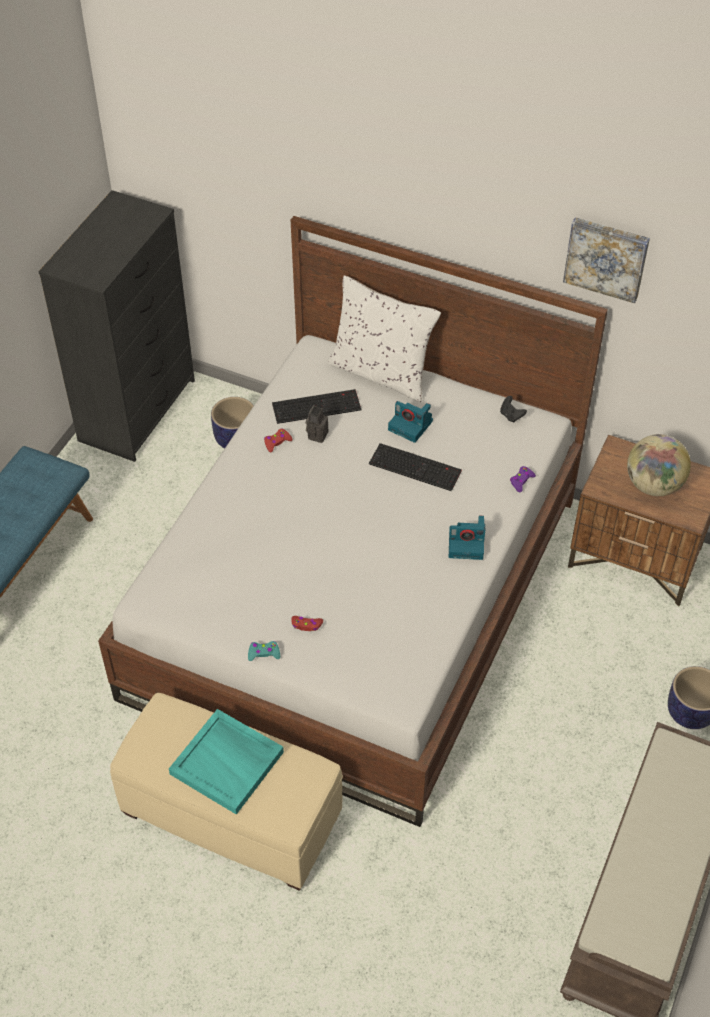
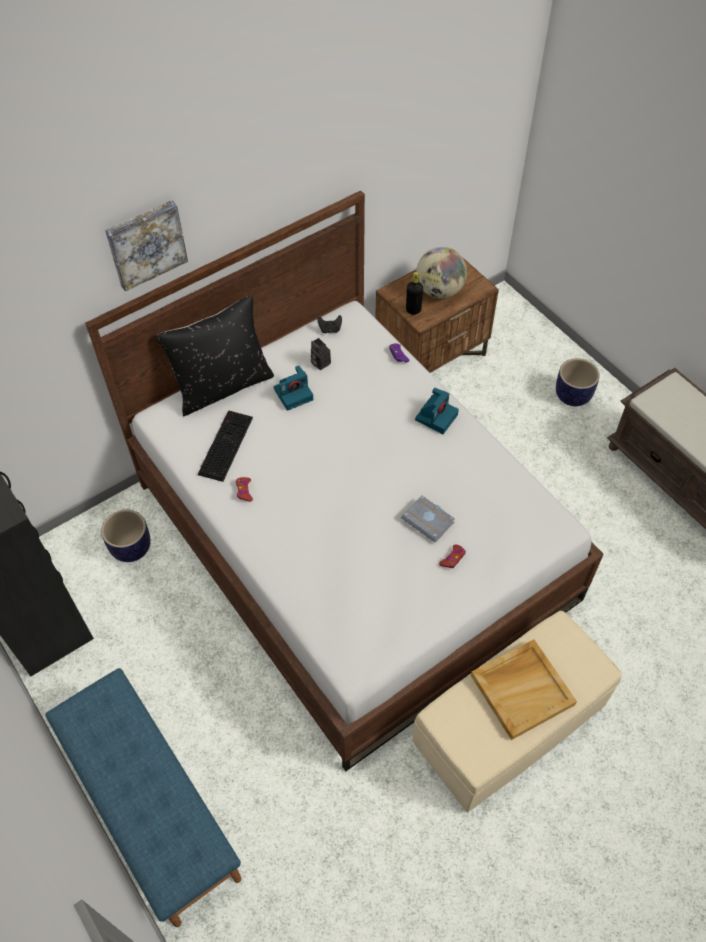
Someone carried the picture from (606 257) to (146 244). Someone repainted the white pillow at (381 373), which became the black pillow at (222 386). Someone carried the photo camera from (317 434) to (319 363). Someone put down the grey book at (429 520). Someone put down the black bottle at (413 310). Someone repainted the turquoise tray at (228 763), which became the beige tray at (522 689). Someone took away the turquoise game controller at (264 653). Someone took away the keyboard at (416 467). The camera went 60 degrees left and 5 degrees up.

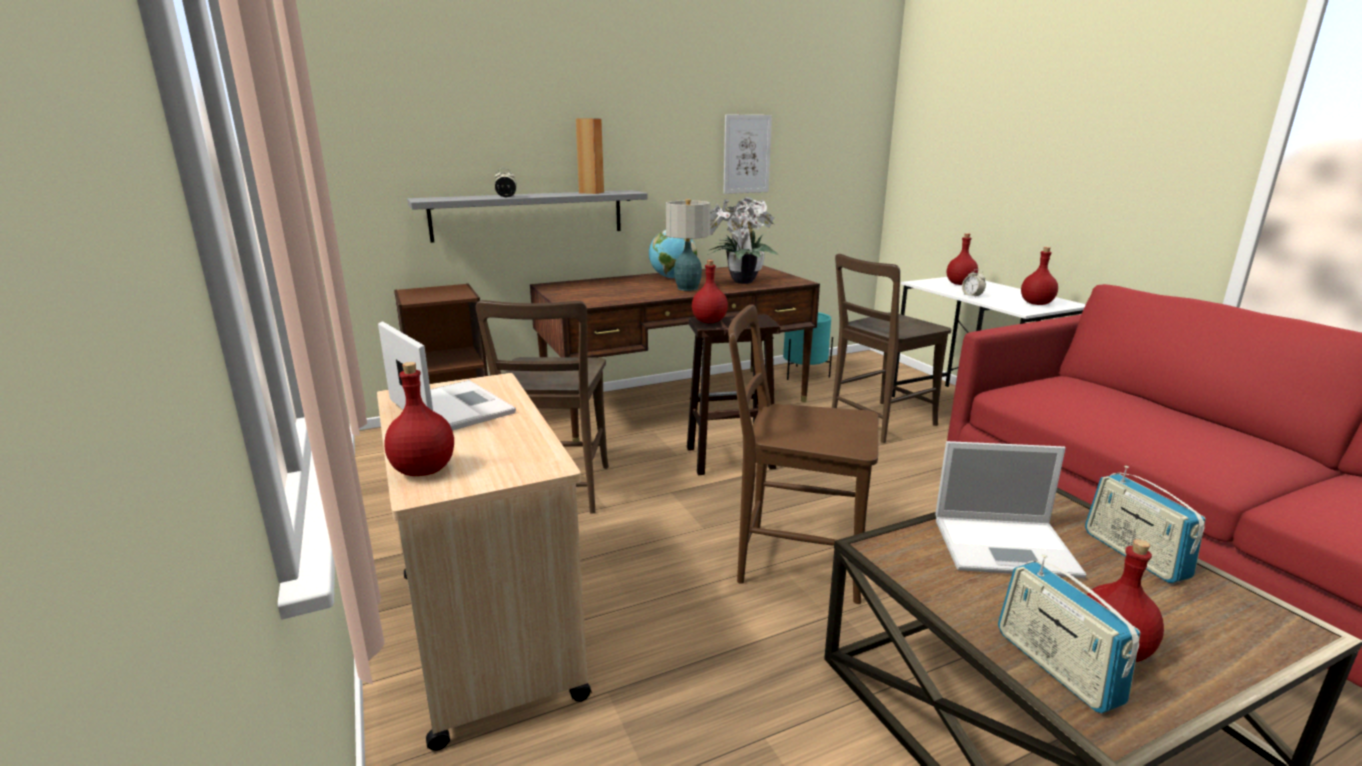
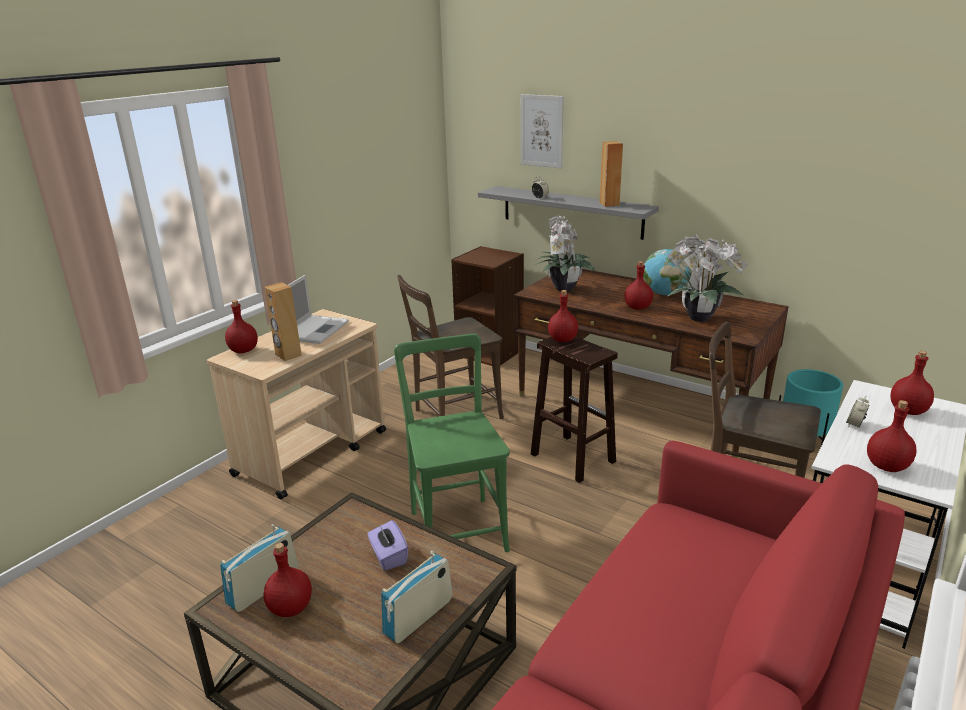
Someone put down the brown speaker at (288 355). Someone swapped the laptop at (1007 546) for the purple tissue box at (388 557). Someone repainted the brown chair at (793 560), which became the green chair at (456 527). Someone carried the picture from (746 154) to (542 131). Someone put down the potted plant at (563 289). Someone swapped the table lamp at (687 288) for the red bottle at (637 308). The camera went 60 degrees right and 5 degrees up.

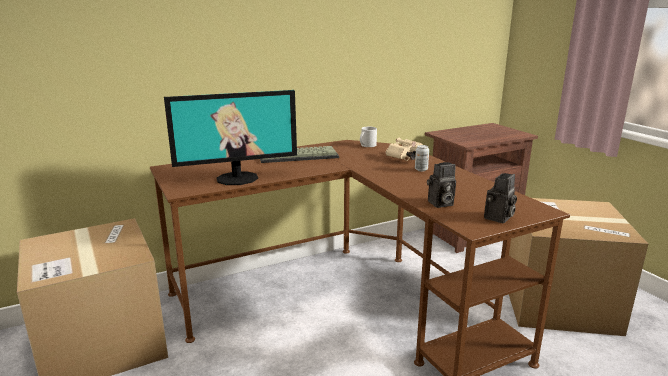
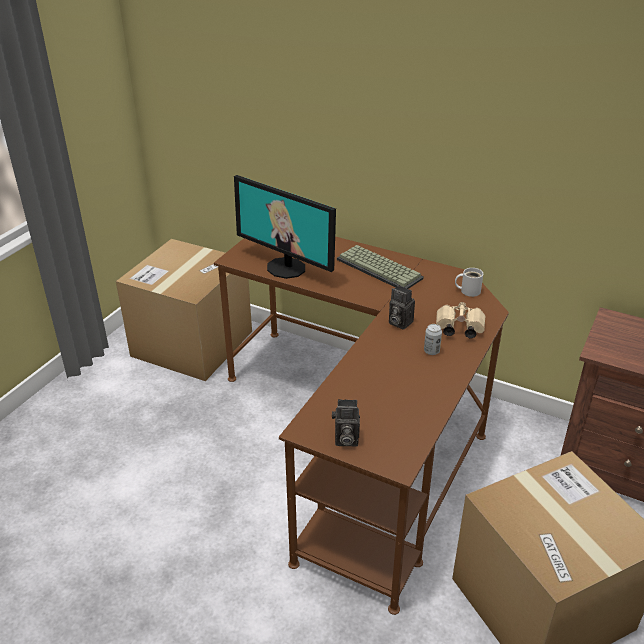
Someone carried the photo camera from (440 204) to (399 322). The camera went 55 degrees right and 15 degrees up.

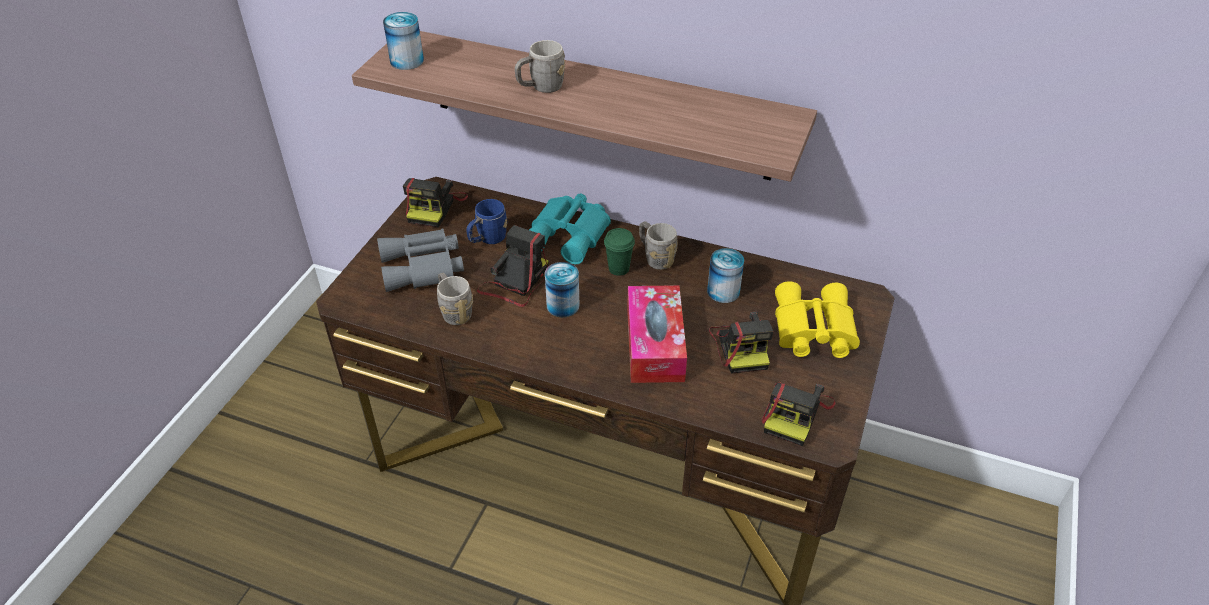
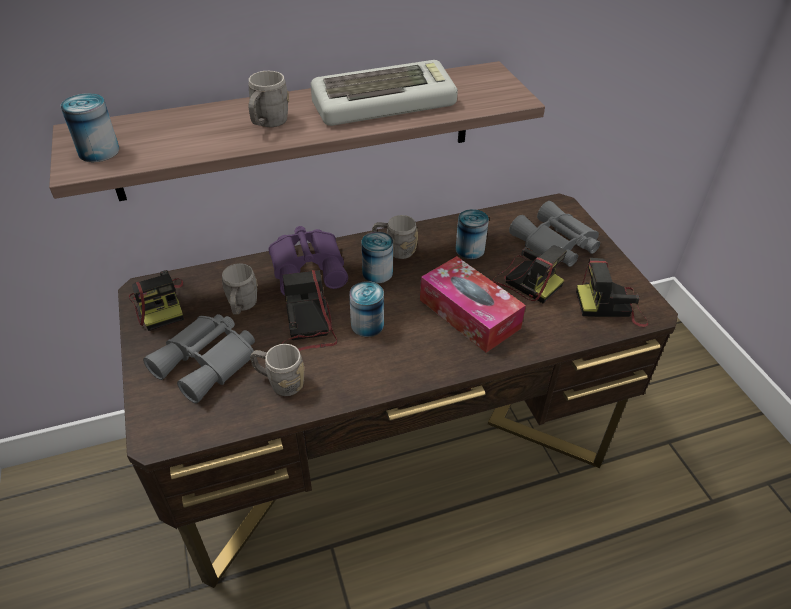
Someone repainted the blue mug at (487 239), which became the grey mug at (242 306). Someone repainted the turquoise binoculars at (570 235), which became the purple binoculars at (309 267). Someone put down the keyboard at (384 103). Someone swapped the green cup at (619 268) for the can at (377 273). Someone repainted the yellow binoculars at (812 330), which became the grey binoculars at (554 244). Someone rotated the photo camera at (795 413) by 105 degrees clockwise. The camera went 40 degrees left and 0 degrees up.

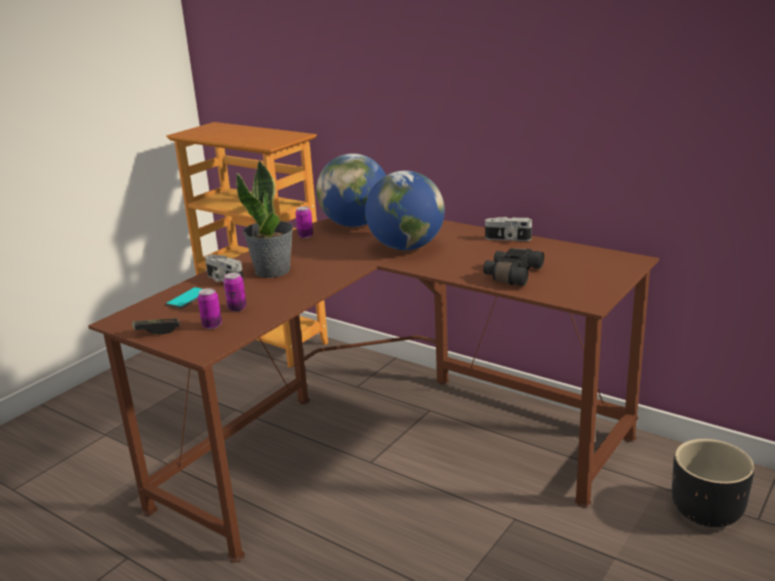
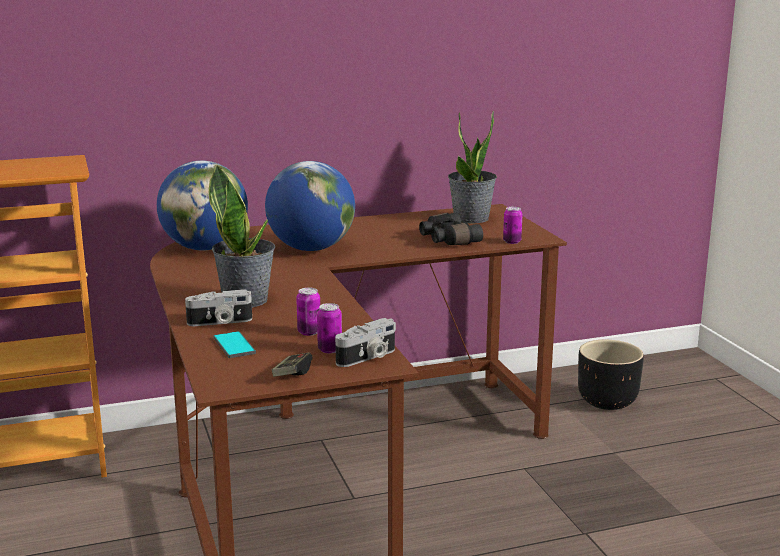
Someone carried the photo camera from (507 239) to (368 357). Someone put down the potted plant at (471 218). Someone carried the can from (305 236) to (512 241). The camera went 55 degrees left and 5 degrees down.

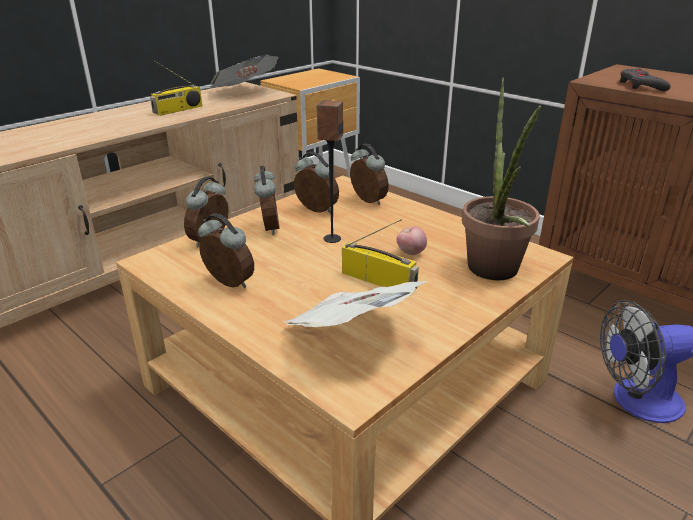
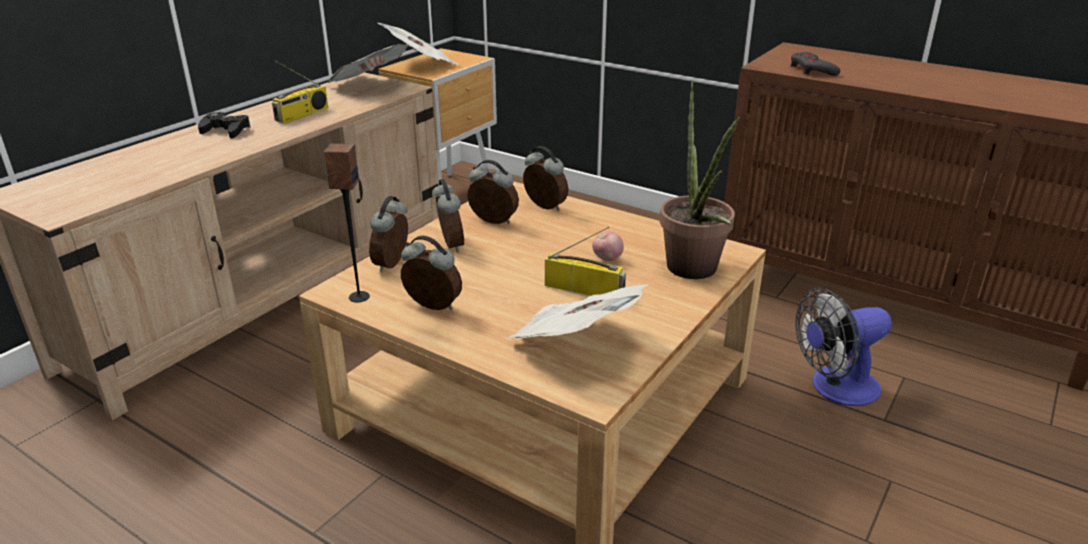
Someone put down the black game controller at (226 131). Someone carried the speaker from (331 238) to (358 297). Someone put down the newspaper at (421 65). The camera went 10 degrees left and 0 degrees up.

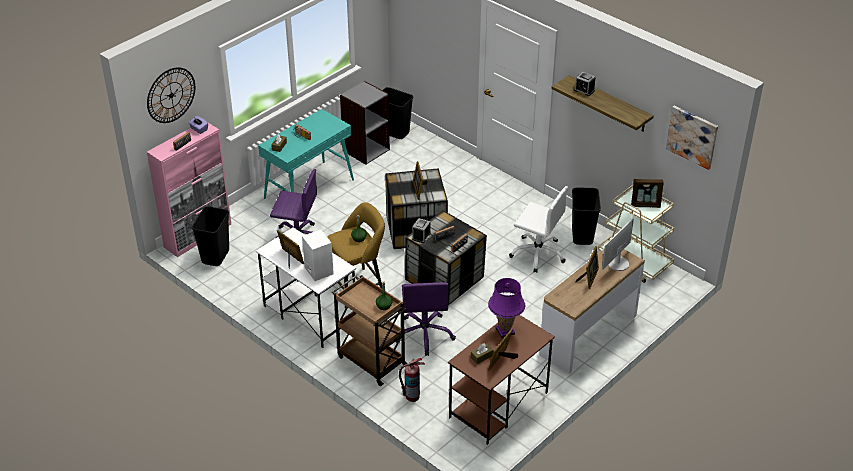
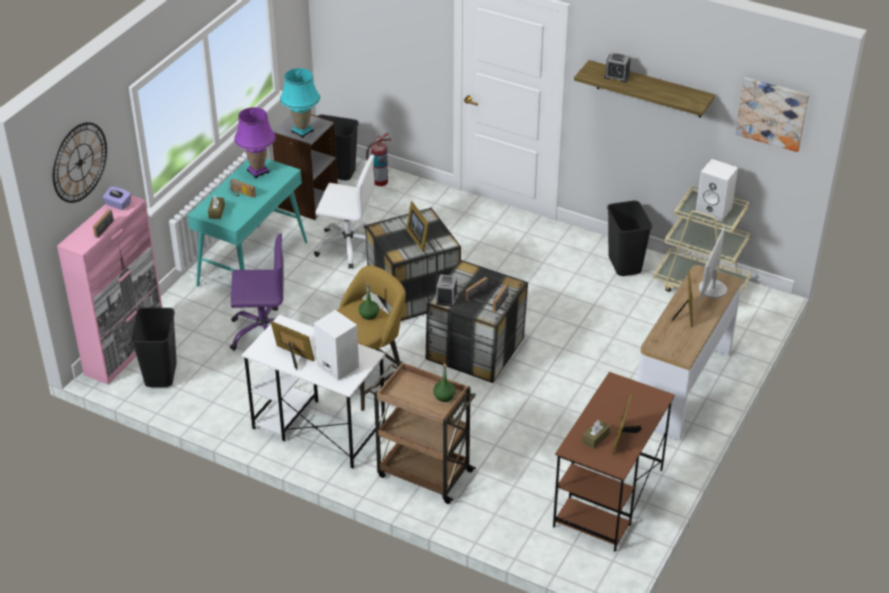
Someone carried the purple table lamp from (505 331) to (258 171). Someone put down the turquoise table lamp at (302 131). Someone carried the white office chair from (538 253) to (349 246). Someone carried the fire extinguisher from (412 396) to (380 181). Someone swapped the picture frame at (645 204) for the white speaker at (714 210). Someone took away the purple office chair at (425 334). The camera went 15 degrees left and 0 degrees up.

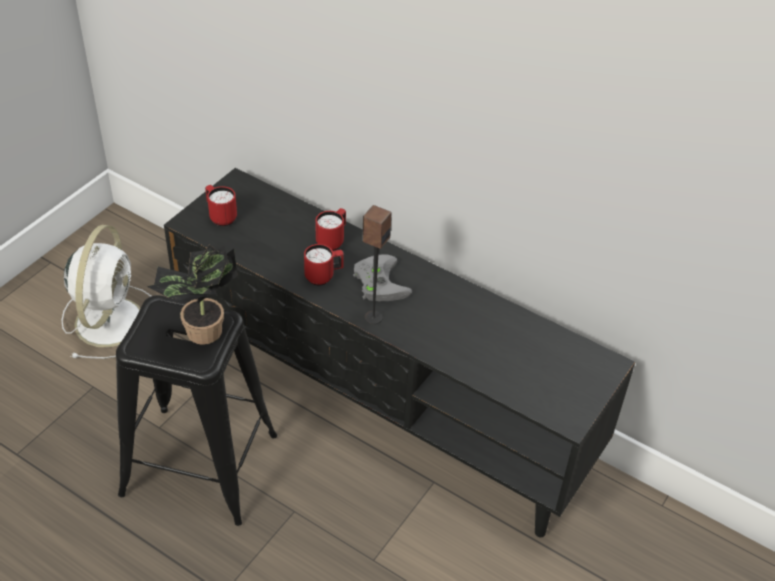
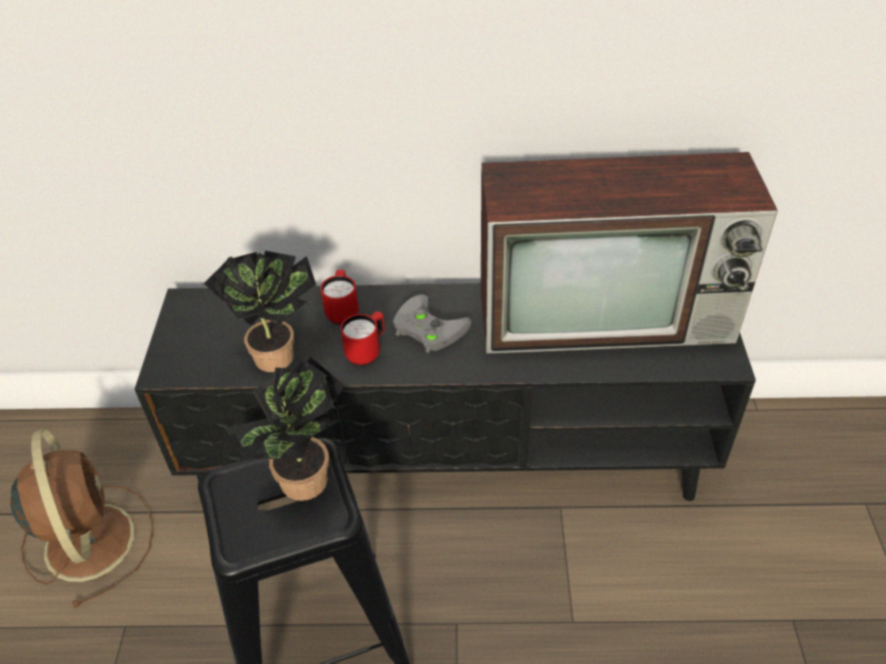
Someone repainted the white fan at (110 319), which became the brown fan at (89 538). Someone put down the potted plant at (279 354). Someone put down the television at (608 316). Someone took away the red mug at (220 216). Someone took away the speaker at (373 317). The camera went 30 degrees left and 0 degrees up.

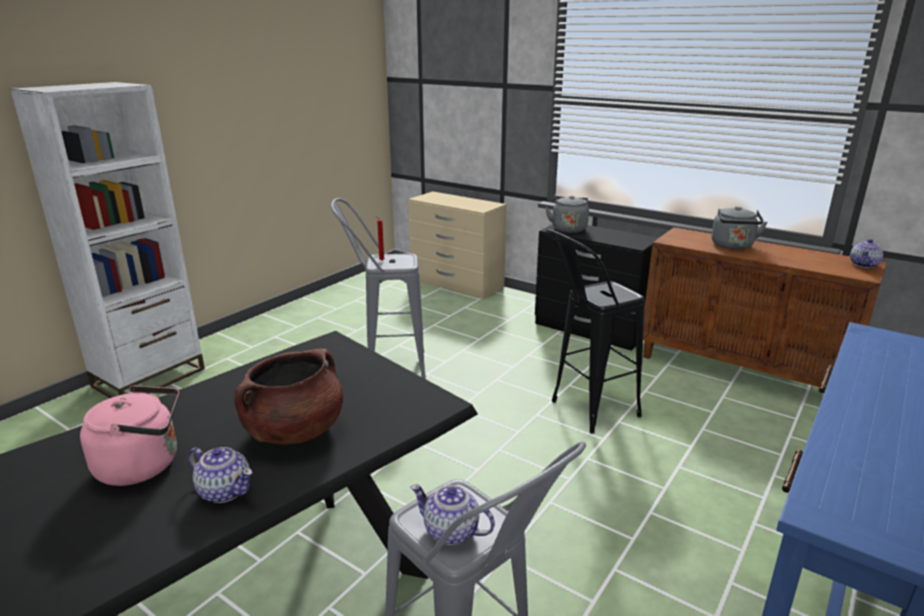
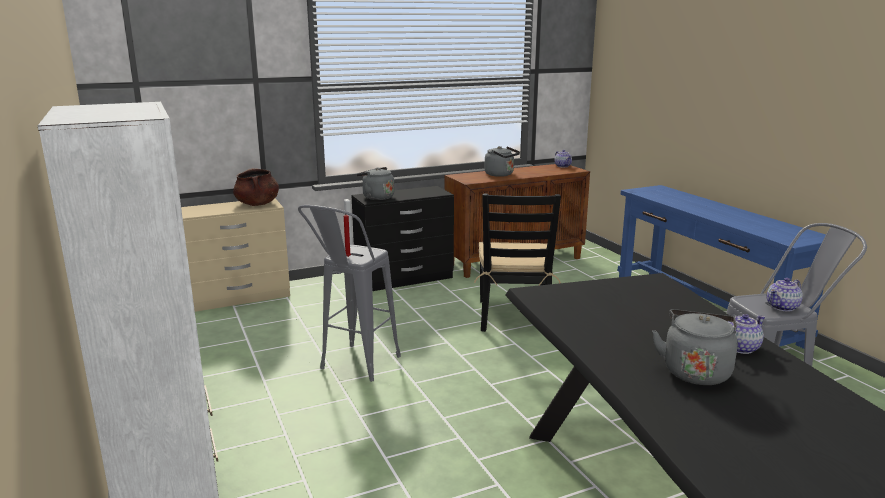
Someone carried the brown cooking pot from (294 431) to (257 204). Someone swapped the black stool at (584 412) for the black chair at (514 316). Someone repainted the pink kettle at (144 465), which became the grey kettle at (695 371). The camera went 60 degrees left and 5 degrees down.

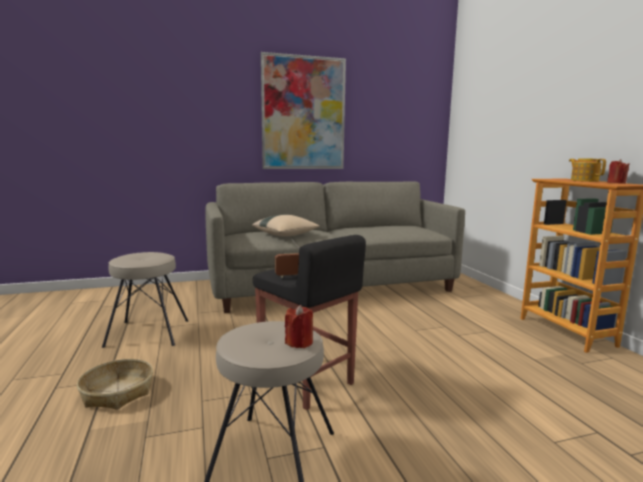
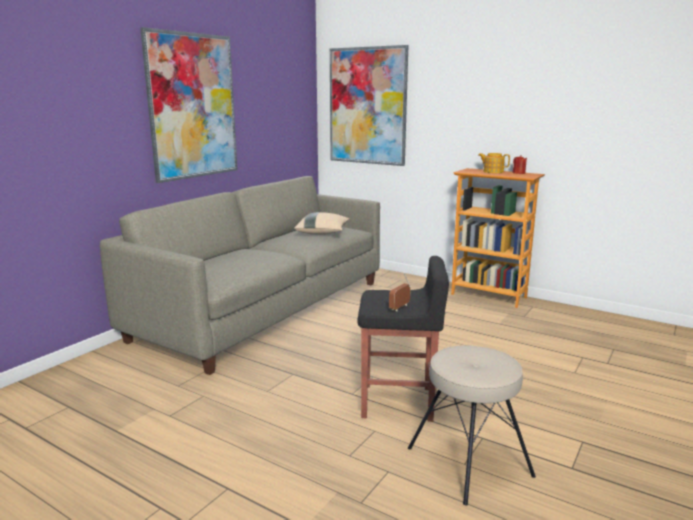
Someone carried the beige pillow from (286 235) to (323 233). Someone put up the picture at (367 106). Someone took away the basket at (117 392). Someone took away the beige stool at (148 332). Someone took away the red candle at (299 342). The camera went 40 degrees left and 5 degrees up.

